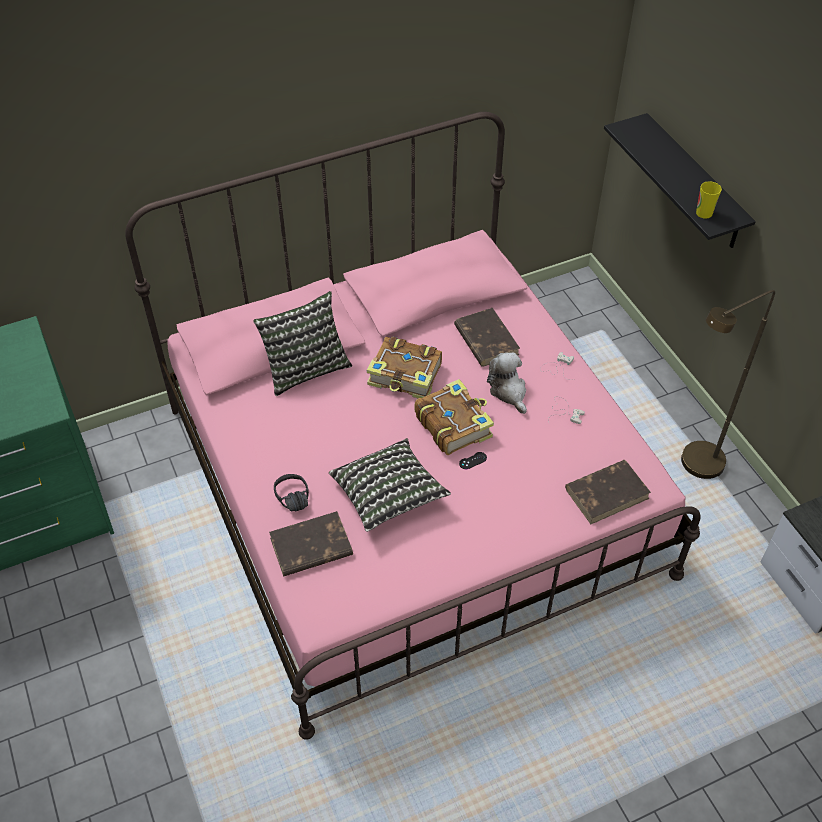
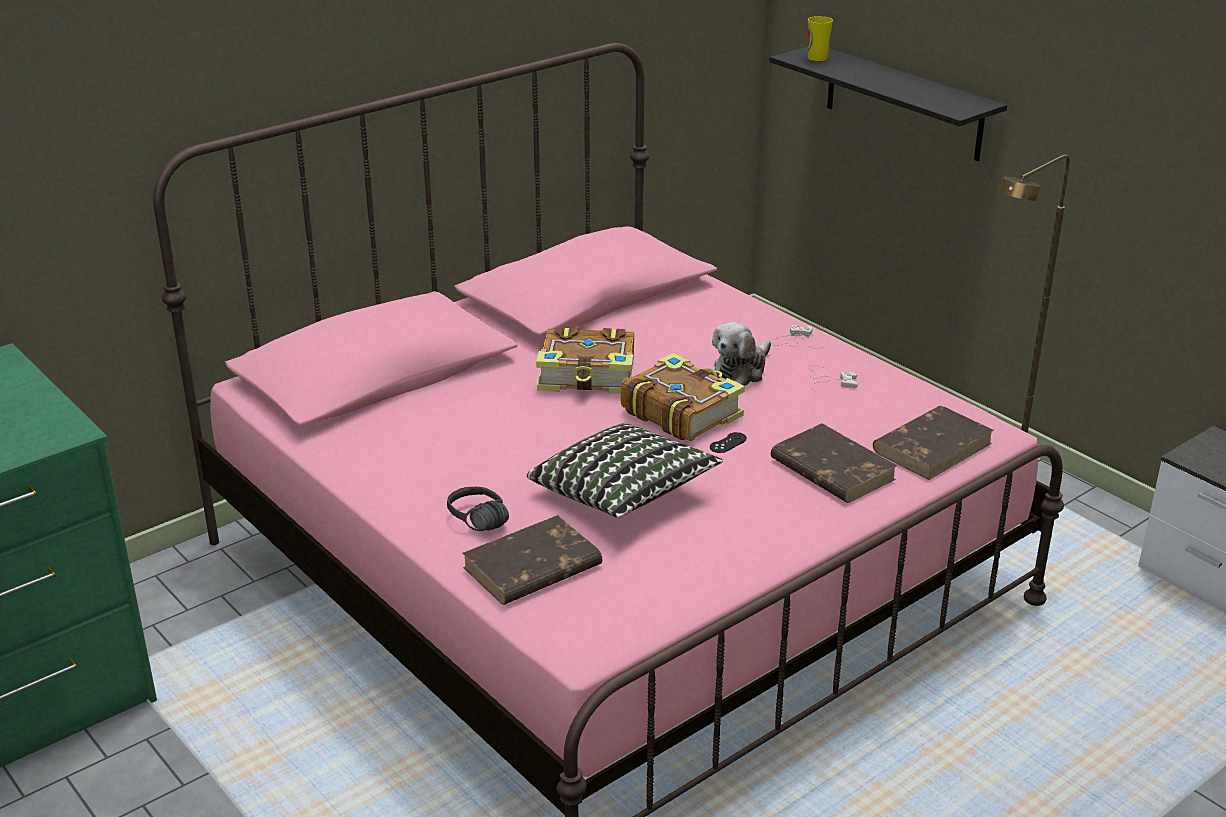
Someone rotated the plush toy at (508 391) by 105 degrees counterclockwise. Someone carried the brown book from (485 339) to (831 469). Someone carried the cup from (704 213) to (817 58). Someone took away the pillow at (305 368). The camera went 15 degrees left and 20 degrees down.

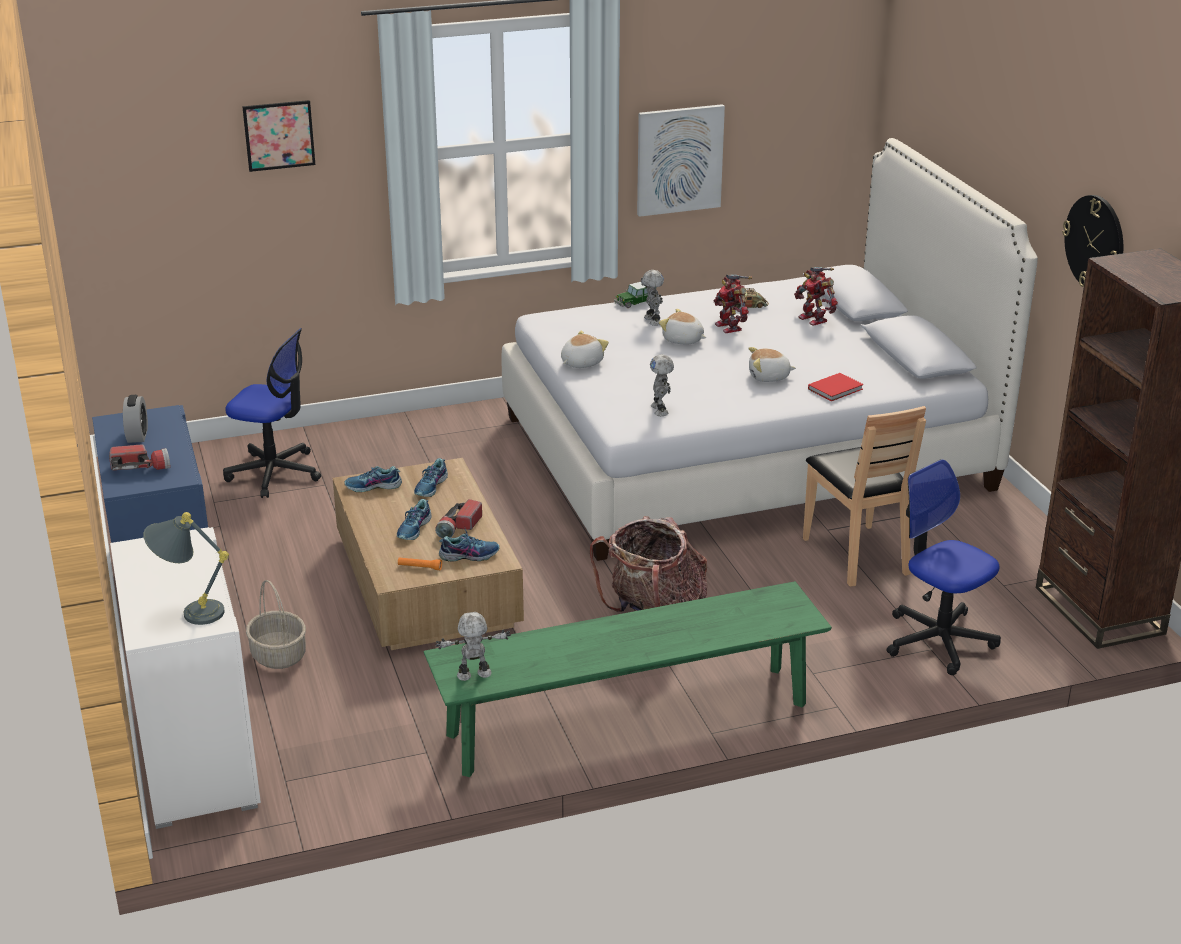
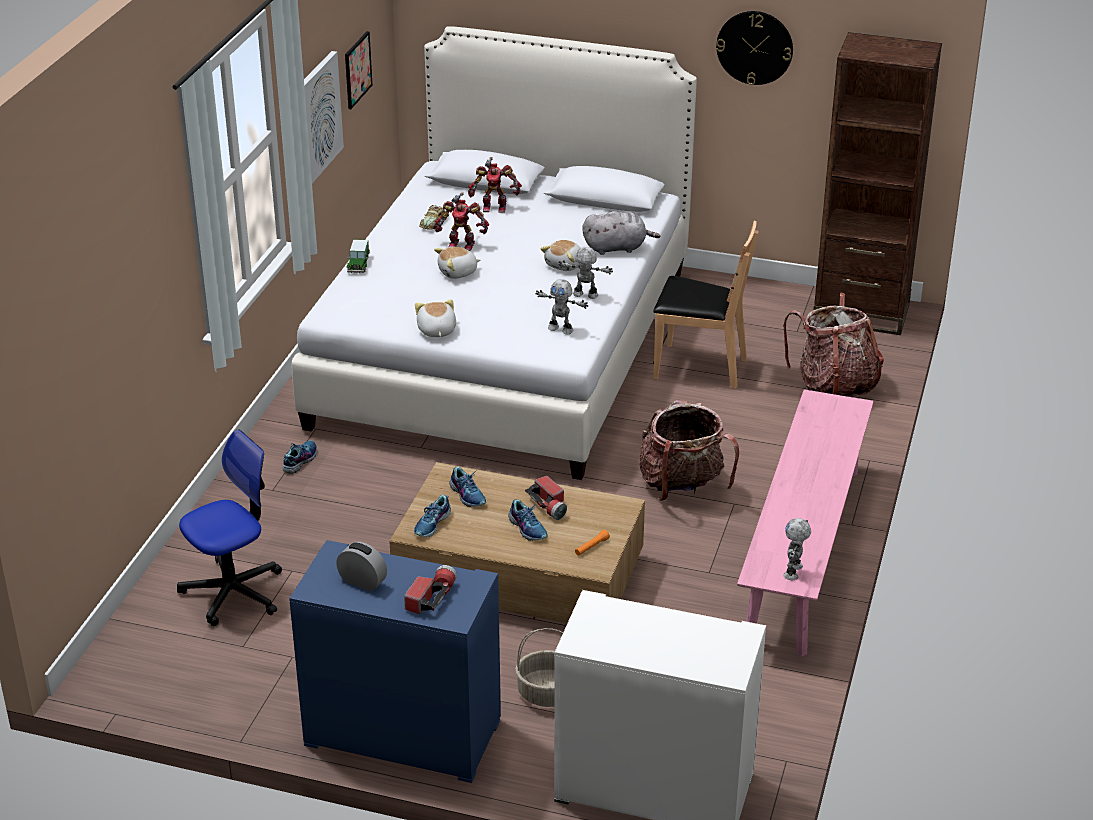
Someone carried the shoe from (469 555) to (299 460). Someone carried the picture from (279 135) to (357 69). Someone carried the toy robot from (651 321) to (585 295). Someone swapped the red book at (837 389) for the grey plush toy at (617 248). Someone repainted the green bench at (628 720), which became the pink bench at (803 553). Someone swapped the office chair at (938 640) for the backpack at (834 386). Someone took away the grey table lamp at (189 612). The camera went 55 degrees left and 5 degrees up.

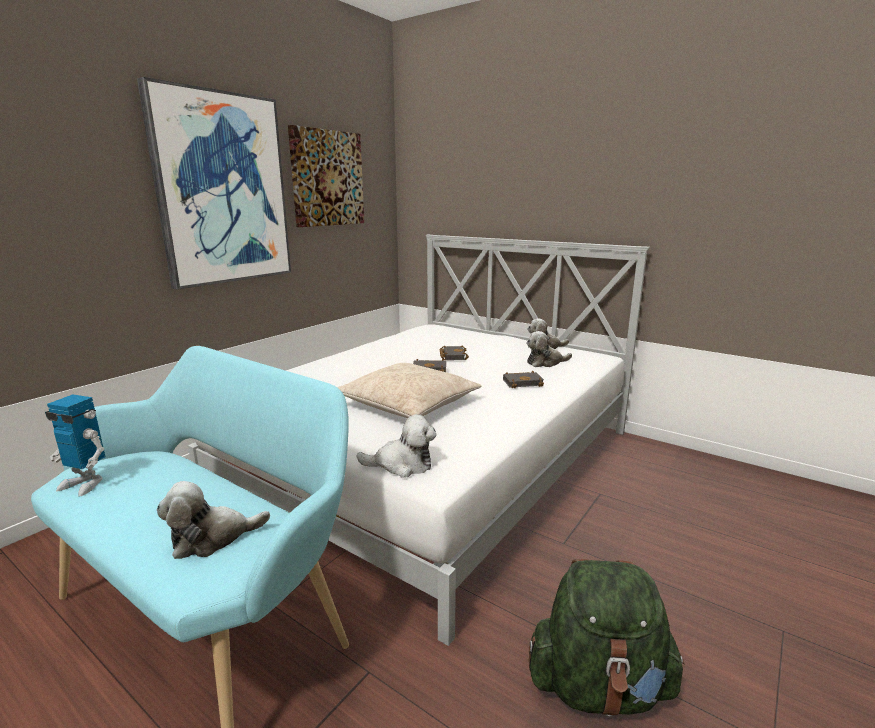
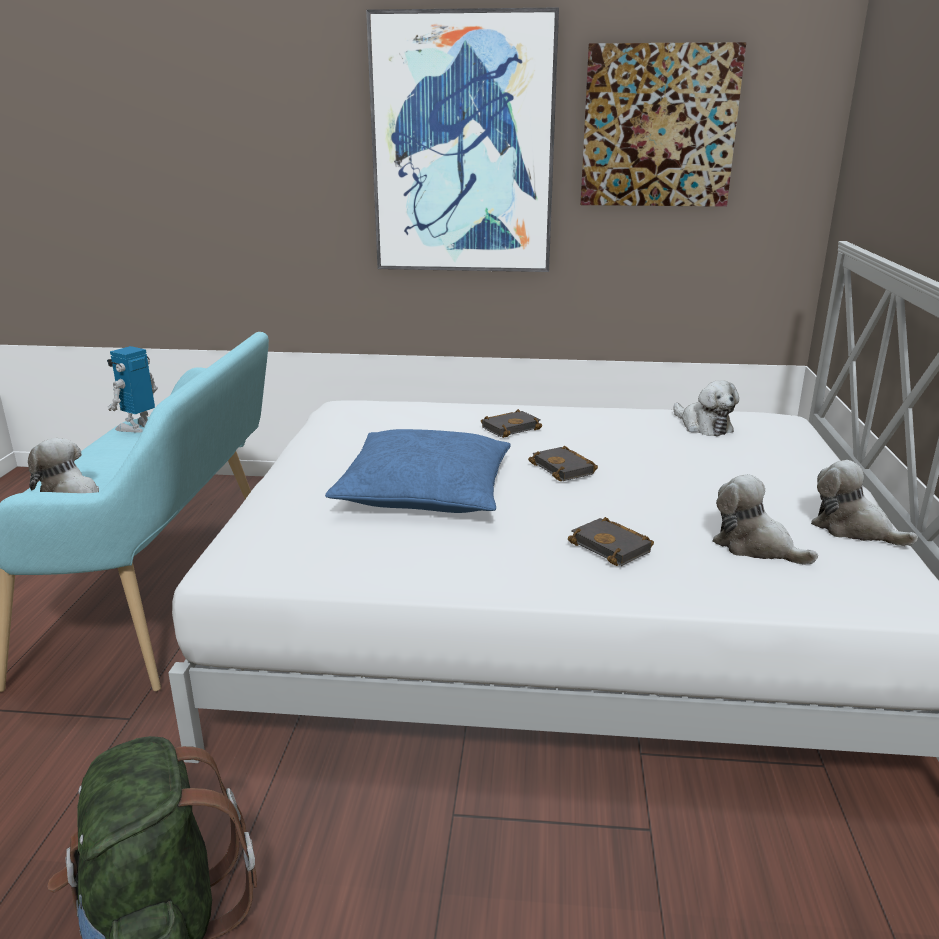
Someone rotated the toy robot at (85 484) by 45 degrees clockwise. Someone repainted the beige pillow at (408 403), which became the blue pillow at (425 491). Someone carried the black book from (452 356) to (511 427). Someone carried the plush toy from (402 464) to (703 426). The camera went 60 degrees right and 5 degrees up.

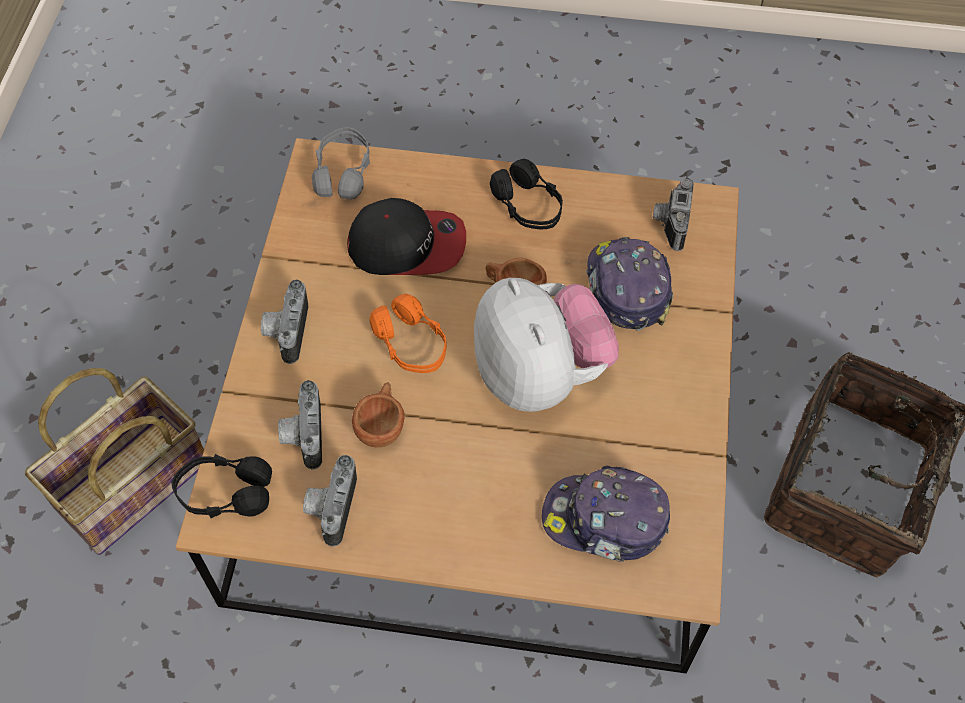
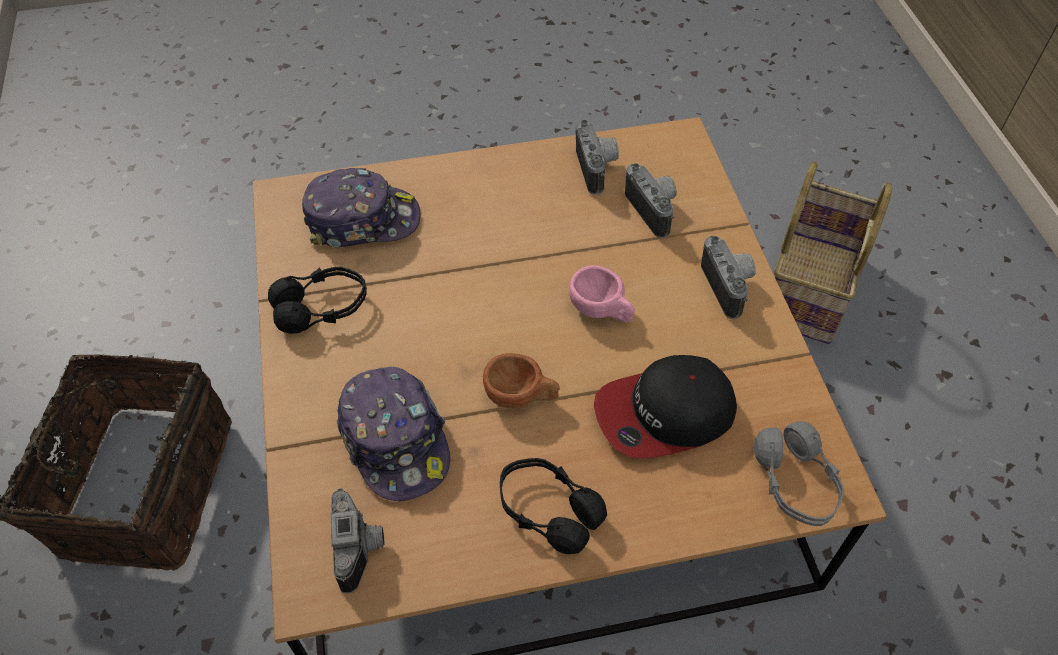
Someone carried the black headphones from (225 493) to (322 308). Someone swapped the orange headphones at (411 345) for the pink cup at (601 310). Someone took away the brown cup at (382 425). Someone took away the plush toy at (540 374). The camera went 160 degrees right and 5 degrees down.

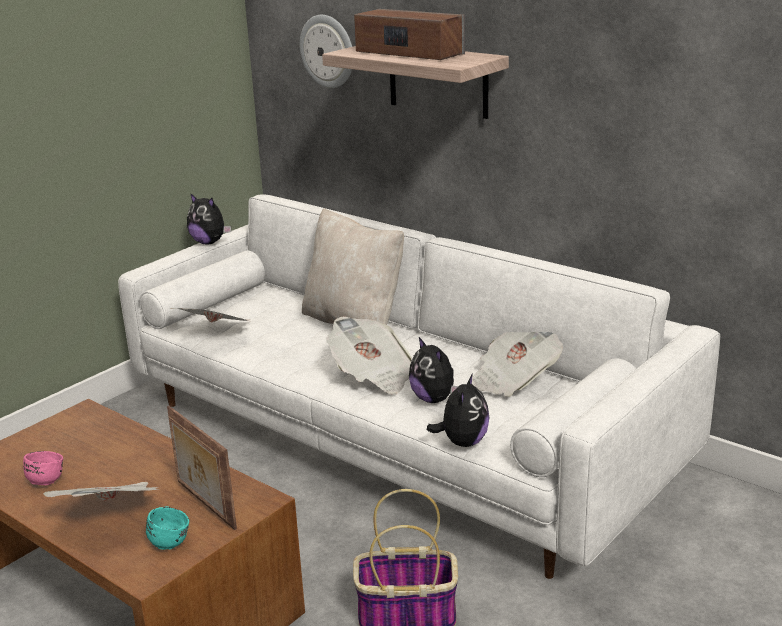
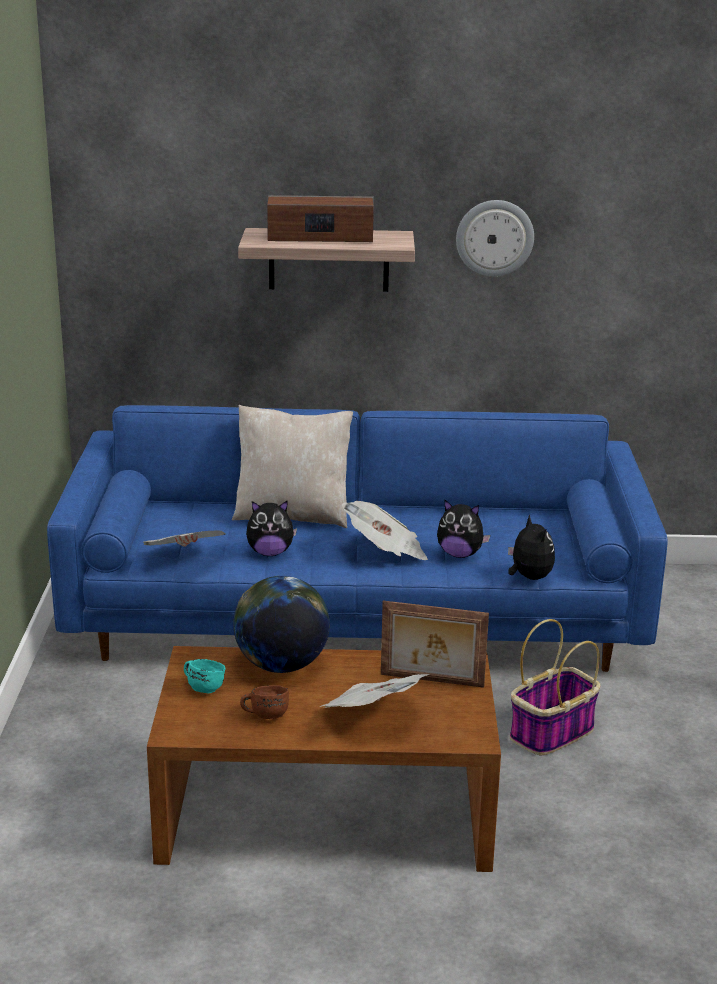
Someone repainted the white sofa at (396 435), which became the blue sofa at (356 615). Someone carried the turquoise mug from (171 540) to (203 687). Someone put down the globe at (281 666). Someone repainted the pink mug at (44 479), which became the brown mug at (265 715). Someone carried the plush toy from (209 242) to (270 552). Someone carried the wall clock from (328 51) to (494 238). Someone took away the newspaper at (513 380). The camera went 40 degrees left and 0 degrees up.

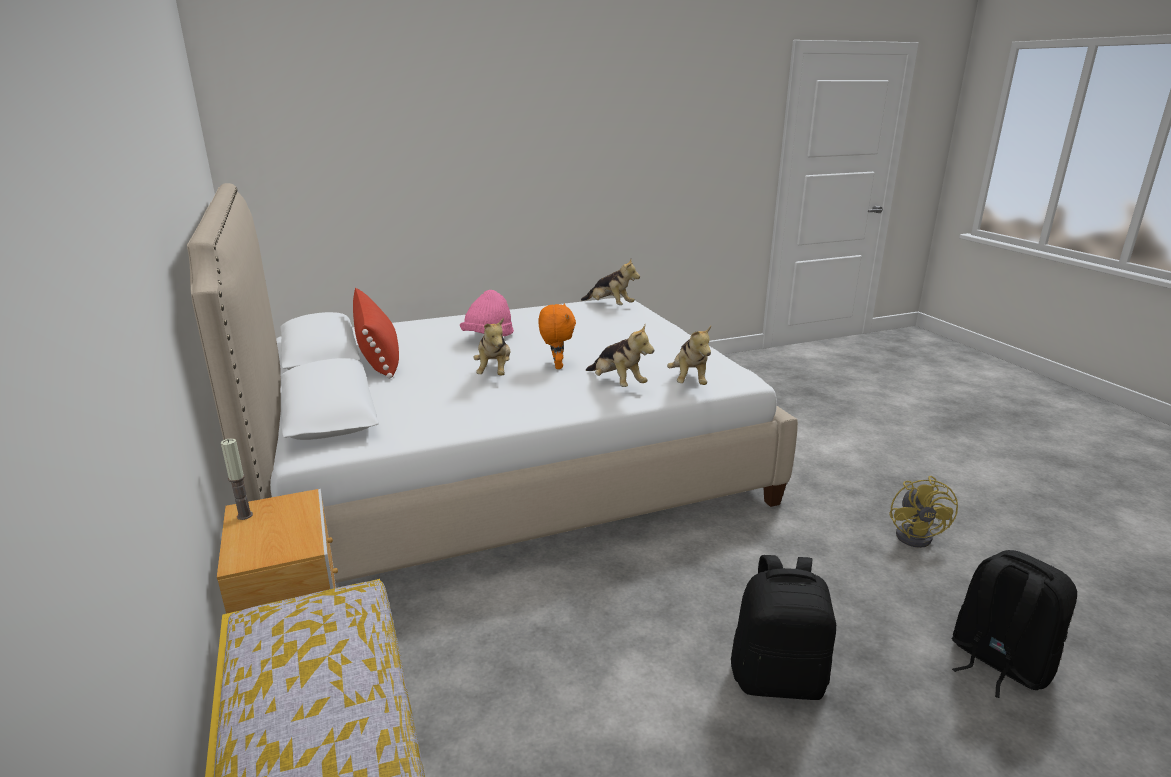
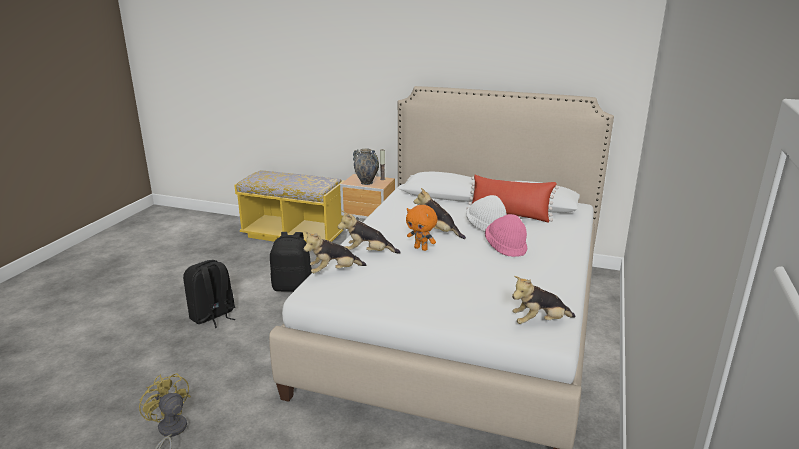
Someone carried the black backpack from (997 662) to (293 287). Someone rotated the plush toy at (689 381) by 60 degrees counterclockwise. Someone put down the vase at (366 182). Someone put down the white hat at (486 226). The camera went 130 degrees right and 0 degrees up.

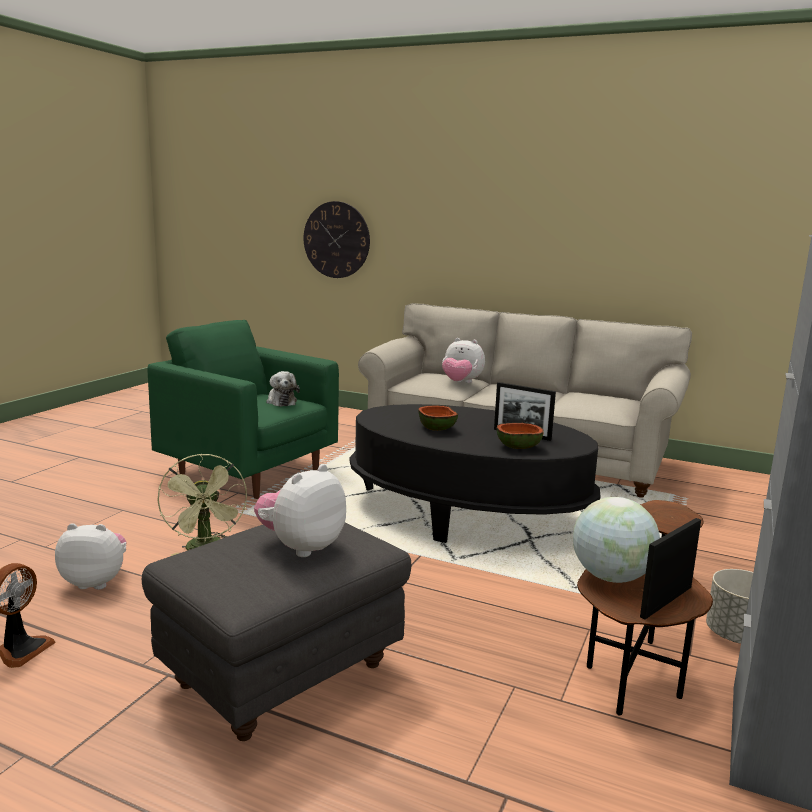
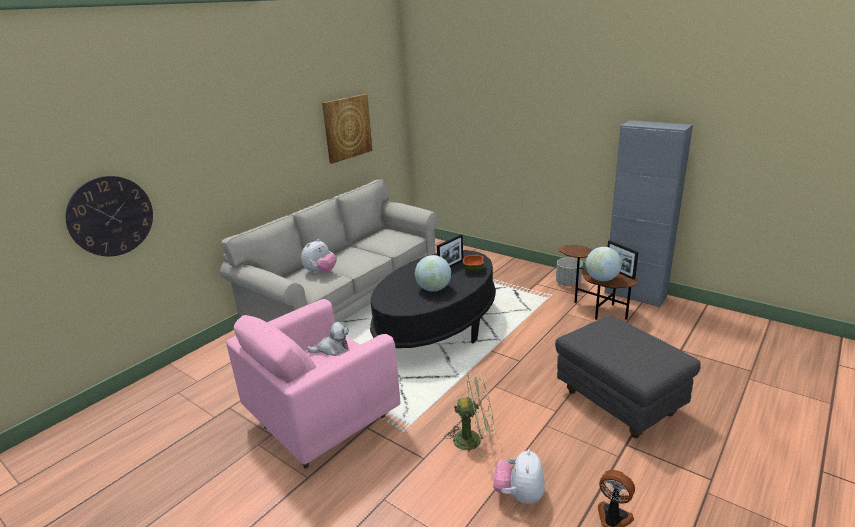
Someone repainted the green armchair at (250 473), which became the pink armchair at (324 422). Someone put up the picture at (347 128). Someone swapped the bowl at (437 428) for the globe at (434 289). Someone took away the plush toy at (301 547). The camera went 75 degrees left and 10 degrees up.

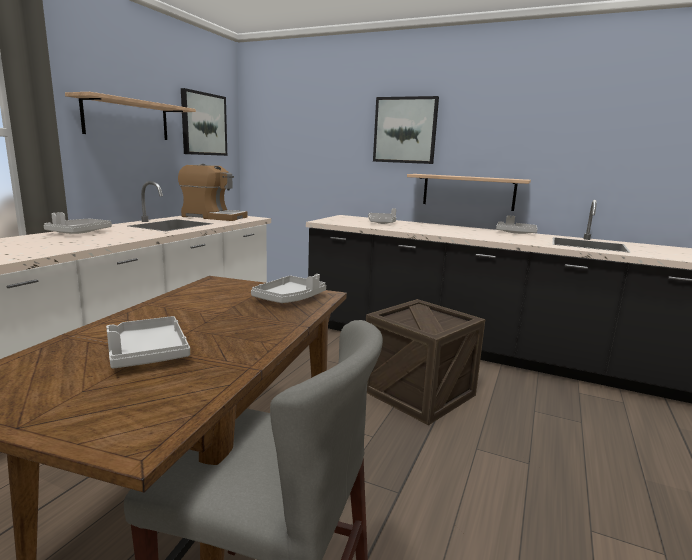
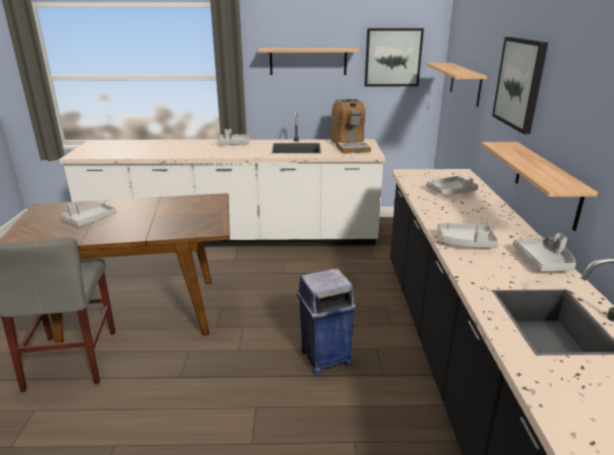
Someone swapped the crate at (418 393) for the blue trash can at (324 357). Someone put up the shelf at (465 83). Someone carried the grey tray from (290 299) to (466 242). The camera went 65 degrees right and 10 degrees up.

